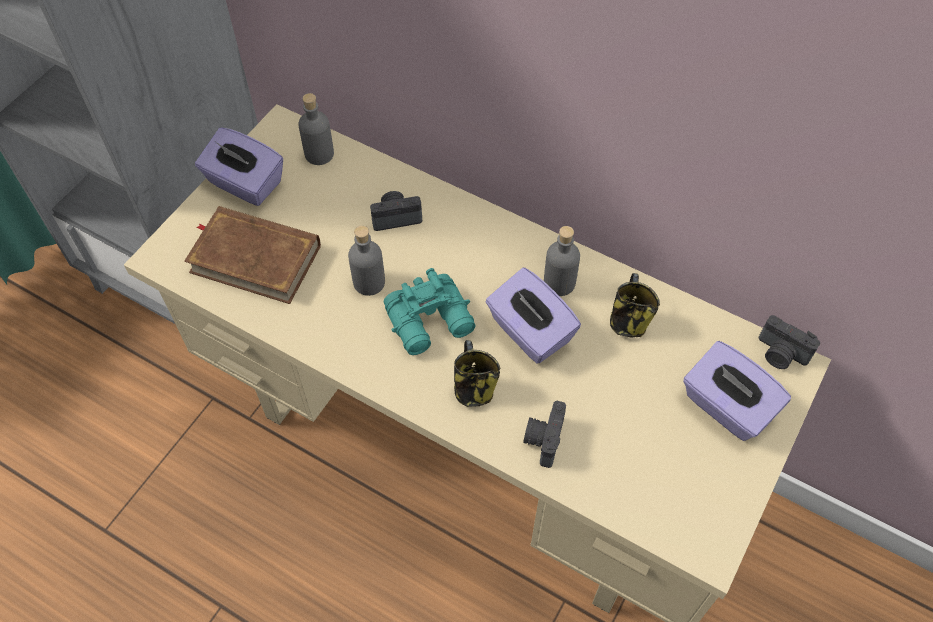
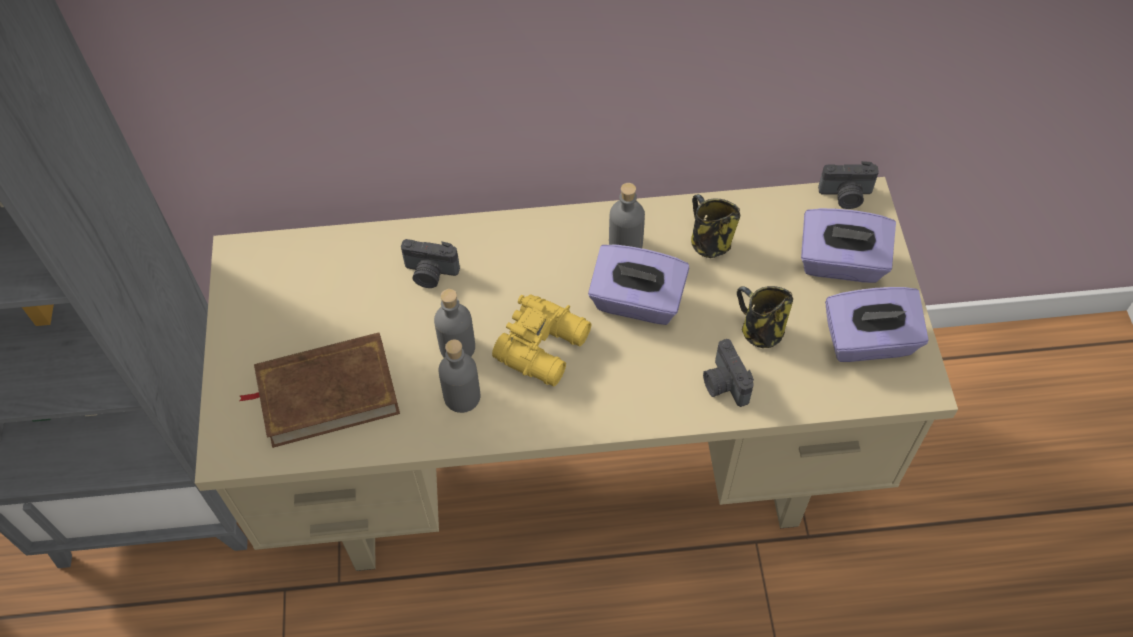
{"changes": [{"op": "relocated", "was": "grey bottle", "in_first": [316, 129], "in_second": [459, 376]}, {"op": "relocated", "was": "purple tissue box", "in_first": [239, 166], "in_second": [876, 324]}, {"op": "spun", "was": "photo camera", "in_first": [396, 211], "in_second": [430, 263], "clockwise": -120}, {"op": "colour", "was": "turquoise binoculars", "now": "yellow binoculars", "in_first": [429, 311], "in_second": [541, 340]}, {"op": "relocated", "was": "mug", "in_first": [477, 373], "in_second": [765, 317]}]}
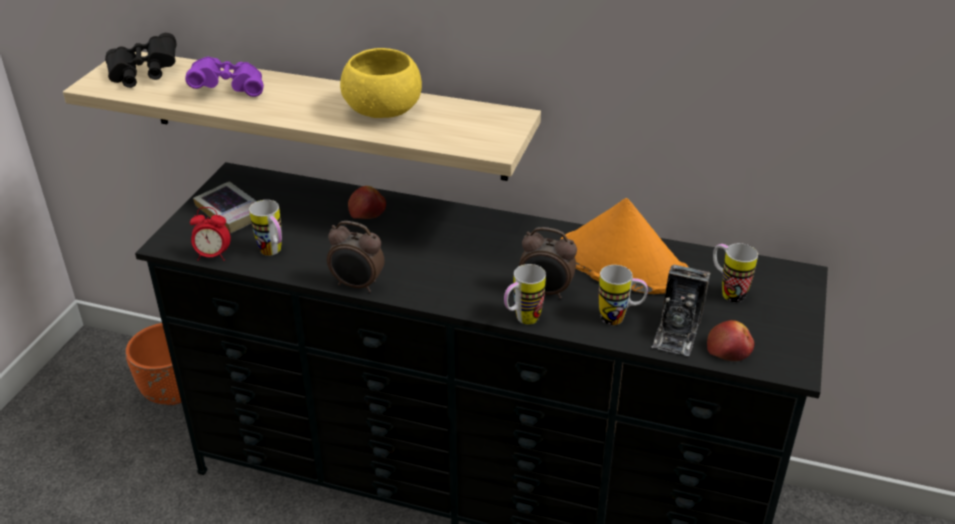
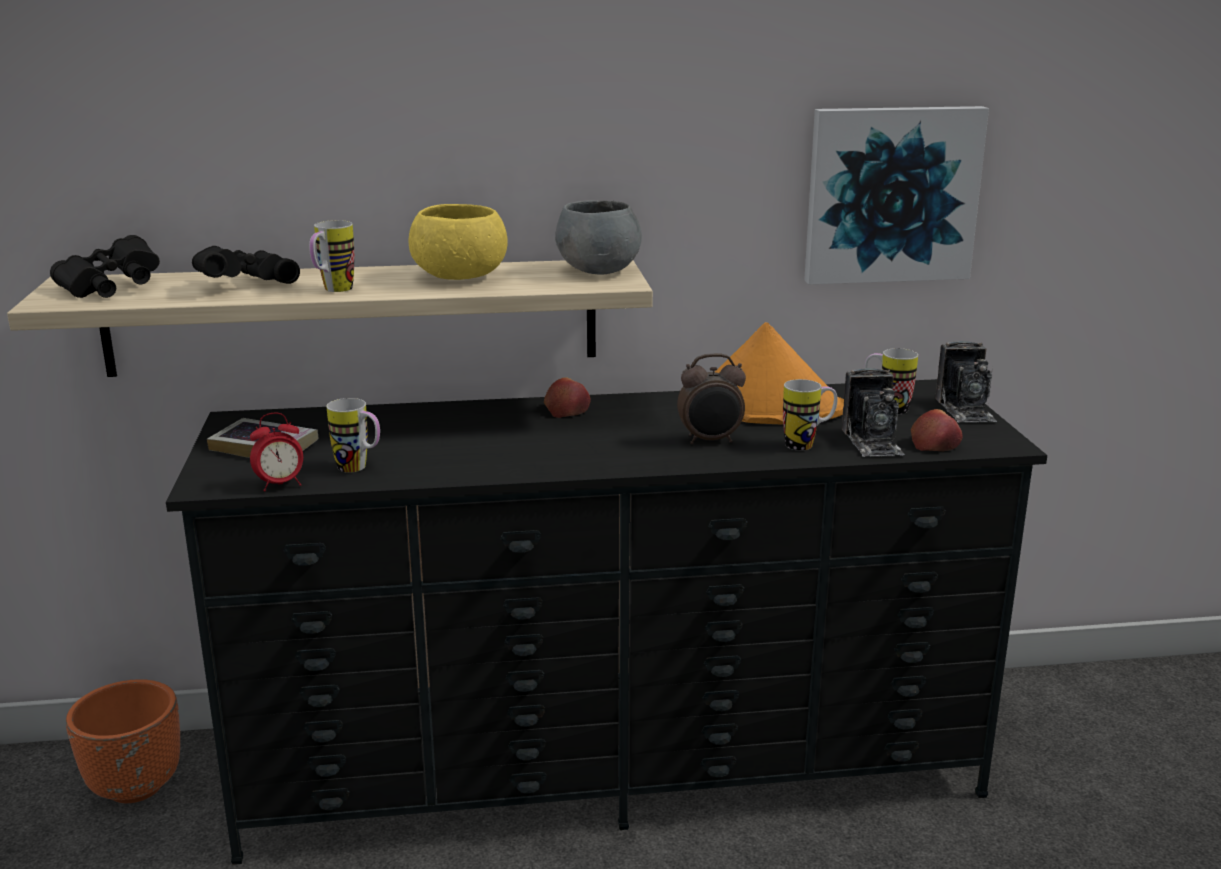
{"changes": [{"op": "colour", "was": "purple binoculars", "now": "black binoculars", "in_first": [224, 77], "in_second": [246, 265]}, {"op": "relocated", "was": "apple", "in_first": [367, 202], "in_second": [567, 397]}, {"op": "missing", "was": "alarm clock", "in_first": [356, 257]}, {"op": "relocated", "was": "mug", "in_first": [525, 294], "in_second": [331, 256]}, {"op": "appeared", "now": "picture", "in_second": [896, 195]}, {"op": "appeared", "now": "grey bowl", "in_second": [598, 237]}, {"op": "appeared", "now": "photo camera", "in_second": [966, 382]}]}
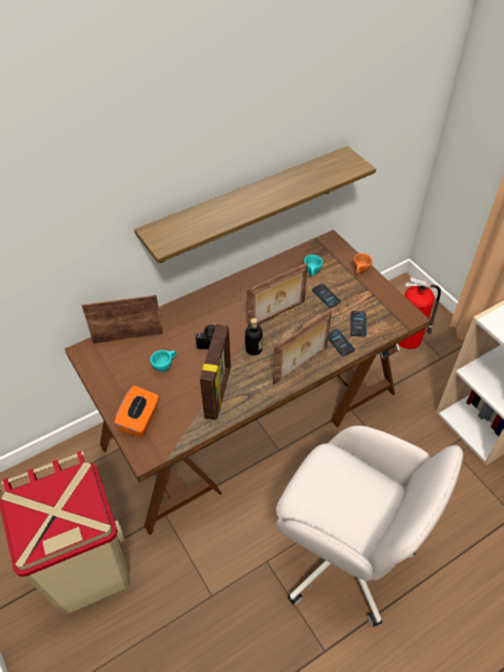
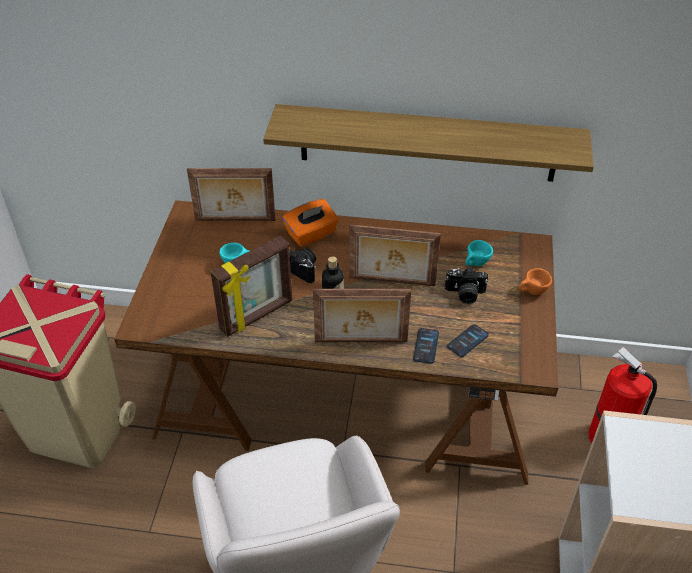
{"changes": [{"op": "exchanged", "was": "phone", "now": "photo camera", "in_first": [326, 296], "in_second": [466, 285]}, {"op": "spun", "was": "picture frame", "in_first": [122, 319], "in_second": [231, 194], "clockwise": 150}, {"op": "relocated", "was": "orange tissue box", "in_first": [136, 411], "in_second": [310, 223]}]}
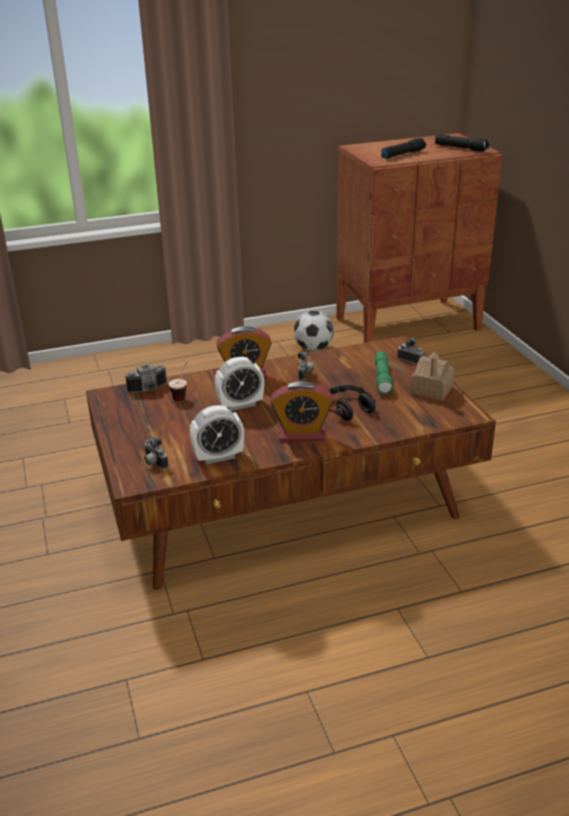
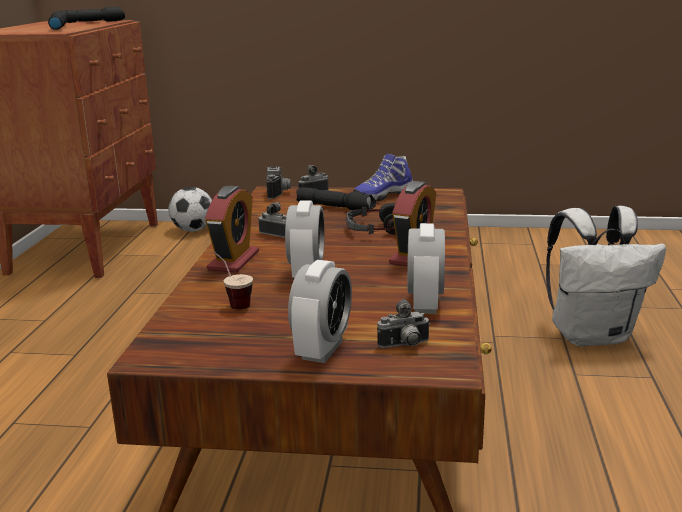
{"changes": [{"op": "relocated", "was": "football", "in_first": [314, 331], "in_second": [190, 209]}, {"op": "colour", "was": "green flashlight", "now": "black flashlight", "in_first": [384, 372], "in_second": [336, 198]}, {"op": "exchanged", "was": "toy house", "now": "shoe", "in_first": [432, 376], "in_second": [383, 177]}, {"op": "relocated", "was": "photo camera", "in_first": [146, 378], "in_second": [278, 183]}, {"op": "appeared", "now": "white backpack", "in_second": [606, 276]}, {"op": "appeared", "now": "alarm clock", "in_second": [320, 311]}]}
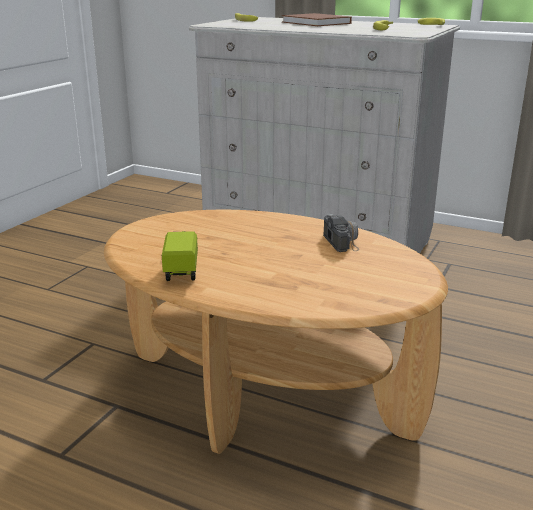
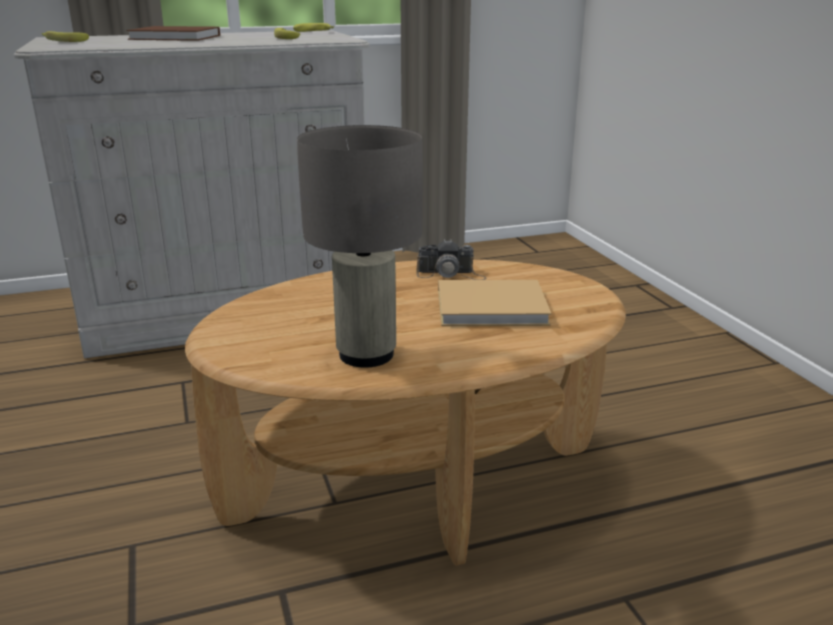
{"changes": [{"op": "spun", "was": "photo camera", "in_first": [341, 233], "in_second": [452, 259], "clockwise": 150}, {"op": "exchanged", "was": "toy truck", "now": "grey table lamp", "in_first": [180, 256], "in_second": [360, 246]}, {"op": "appeared", "now": "beige book", "in_second": [494, 303]}]}
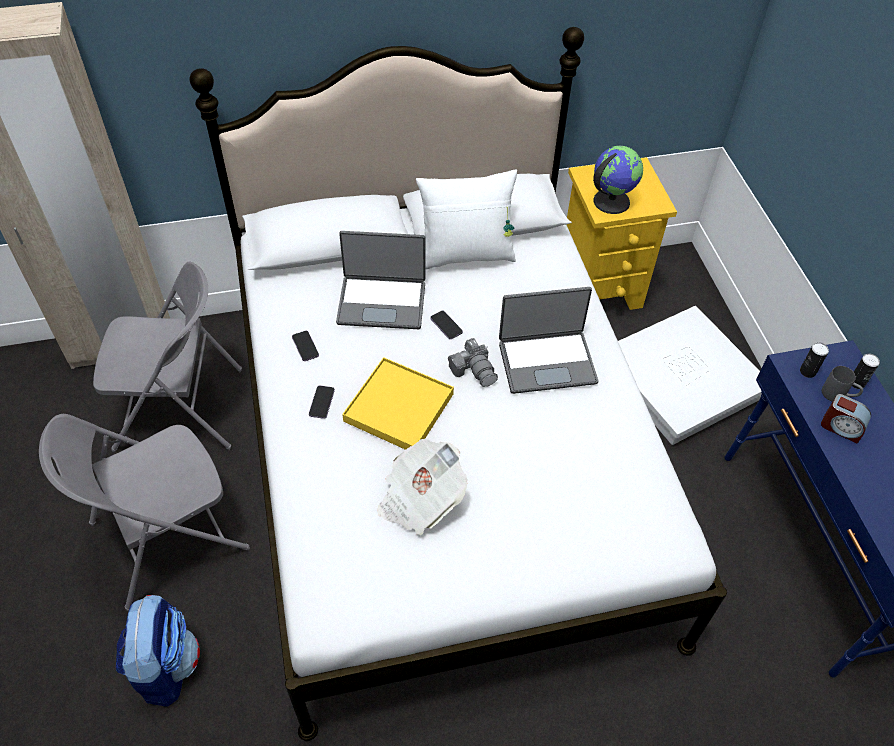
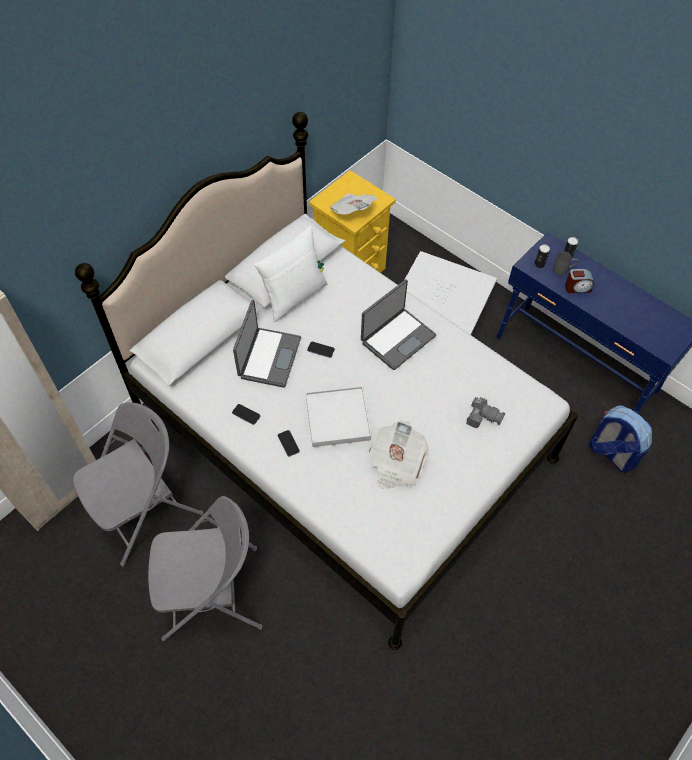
{"changes": [{"op": "exchanged", "was": "globe", "now": "newspaper", "in_first": [618, 180], "in_second": [353, 204]}, {"op": "spun", "was": "laptop", "in_first": [380, 280], "in_second": [267, 344], "clockwise": -45}, {"op": "relocated", "was": "photo camera", "in_first": [473, 362], "in_second": [485, 412]}, {"op": "colour", "was": "yellow tray", "now": "white tray", "in_first": [398, 403], "in_second": [338, 416]}, {"op": "spun", "was": "grey chair", "in_first": [144, 512], "in_second": [205, 568], "clockwise": -120}, {"op": "relocated", "was": "backpack", "in_first": [158, 651], "in_second": [620, 439]}]}
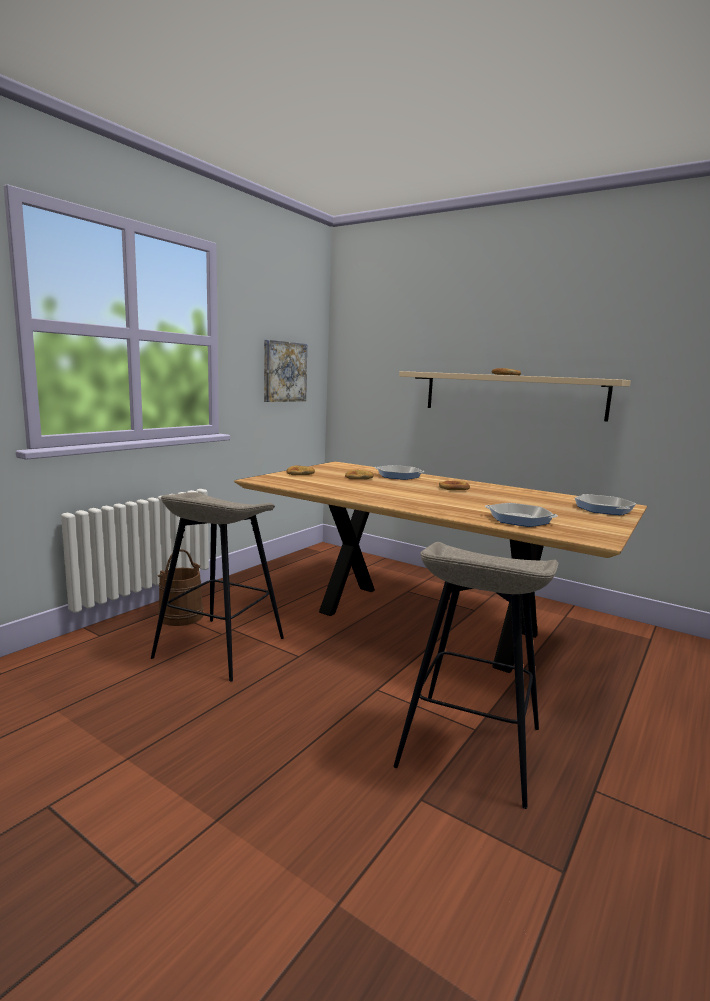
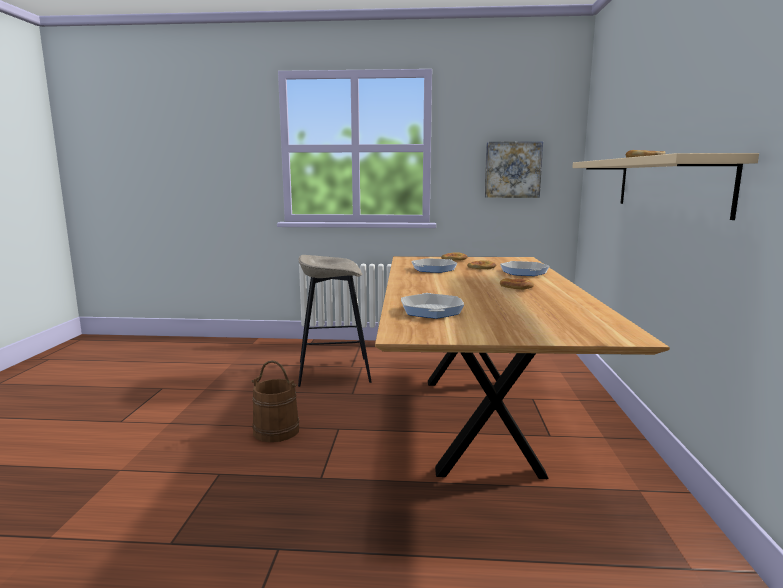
{"changes": [{"op": "relocated", "was": "frying pan", "in_first": [605, 504], "in_second": [434, 265]}, {"op": "missing", "was": "grey stool", "in_first": [476, 675]}, {"op": "relocated", "was": "brown bucket", "in_first": [181, 587], "in_second": [275, 401]}]}
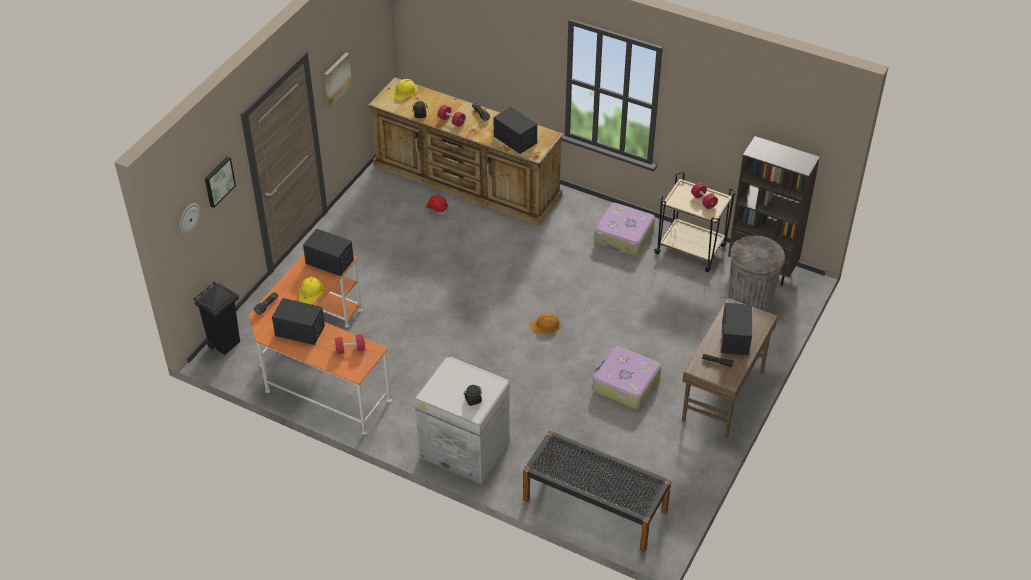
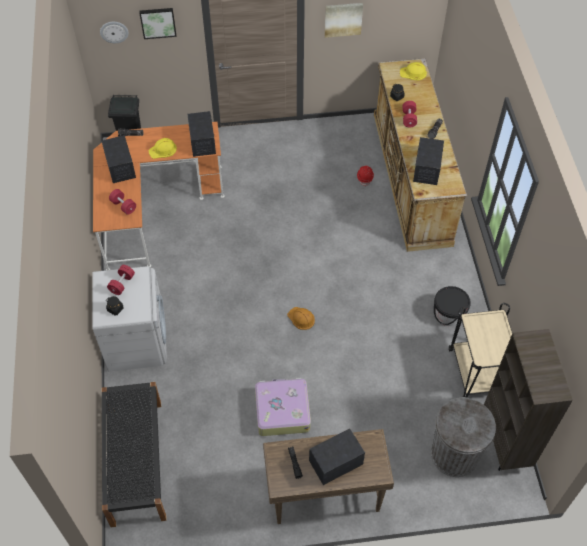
{"changes": [{"op": "relocated", "was": "red dumbbell", "in_first": [704, 195], "in_second": [121, 280]}, {"op": "exchanged", "was": "suitcase", "now": "black bucket", "in_first": [624, 229], "in_second": [452, 306]}]}
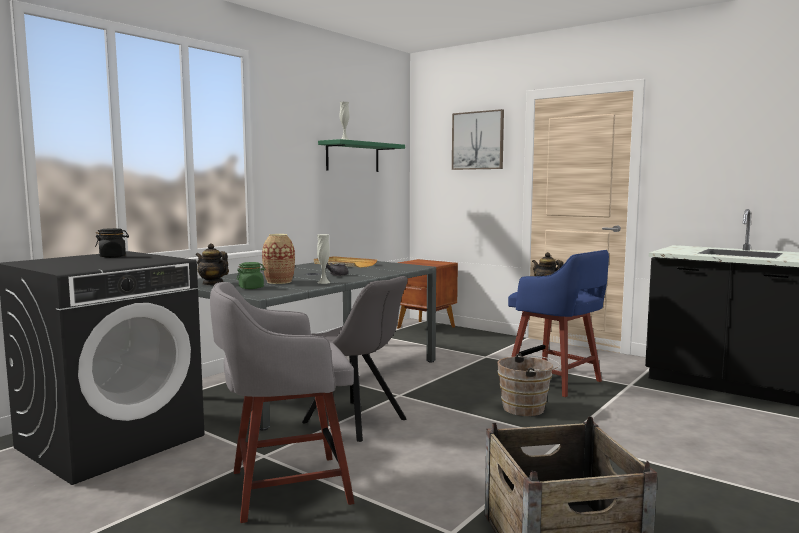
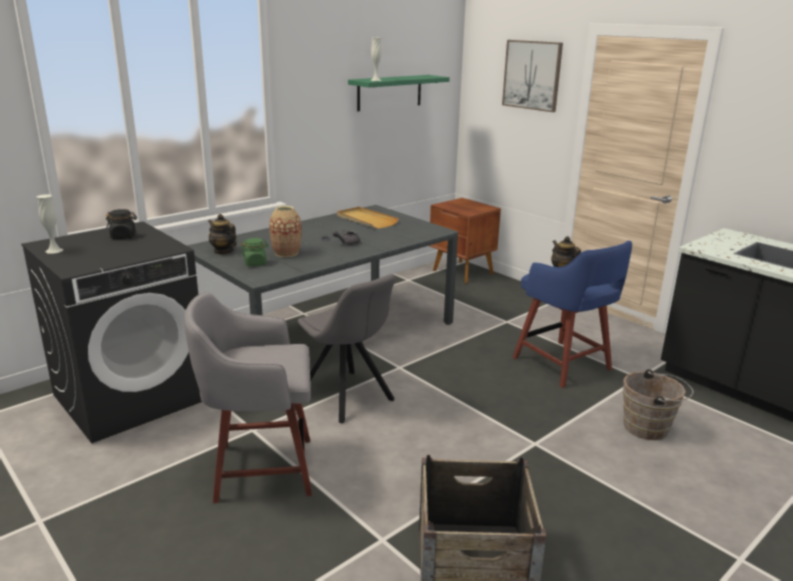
{"changes": [{"op": "relocated", "was": "white vase", "in_first": [324, 259], "in_second": [49, 224]}, {"op": "relocated", "was": "brown bucket", "in_first": [528, 385], "in_second": [658, 404]}]}
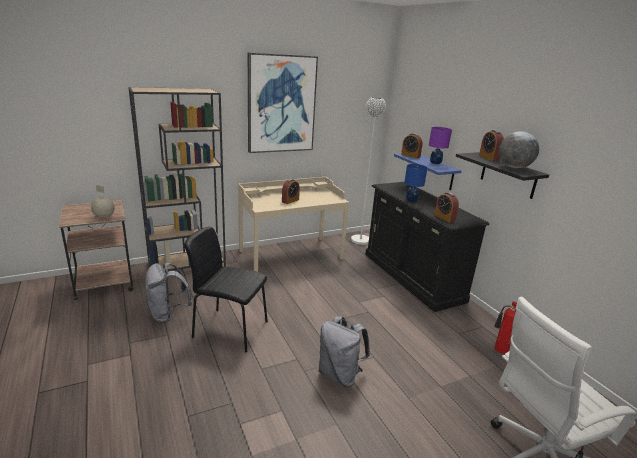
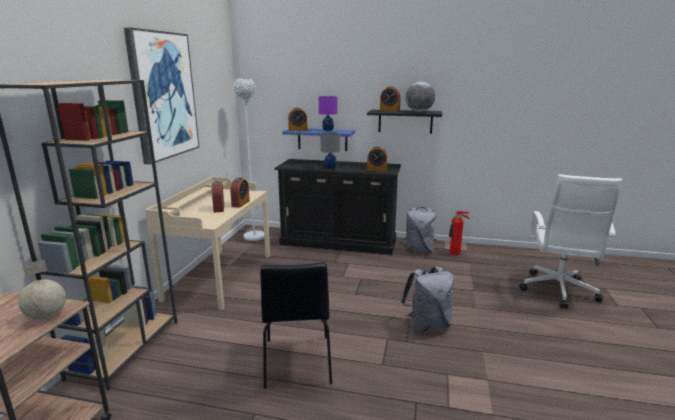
{"changes": [{"op": "colour", "was": "blue table lamp", "now": "grey table lamp", "in_first": [415, 183], "in_second": [330, 150]}, {"op": "spun", "was": "black chair", "in_first": [226, 289], "in_second": [296, 325], "clockwise": -60}, {"op": "relocated", "was": "grey backpack", "in_first": [168, 293], "in_second": [420, 230]}, {"op": "appeared", "now": "alarm clock", "in_second": [240, 192]}]}
